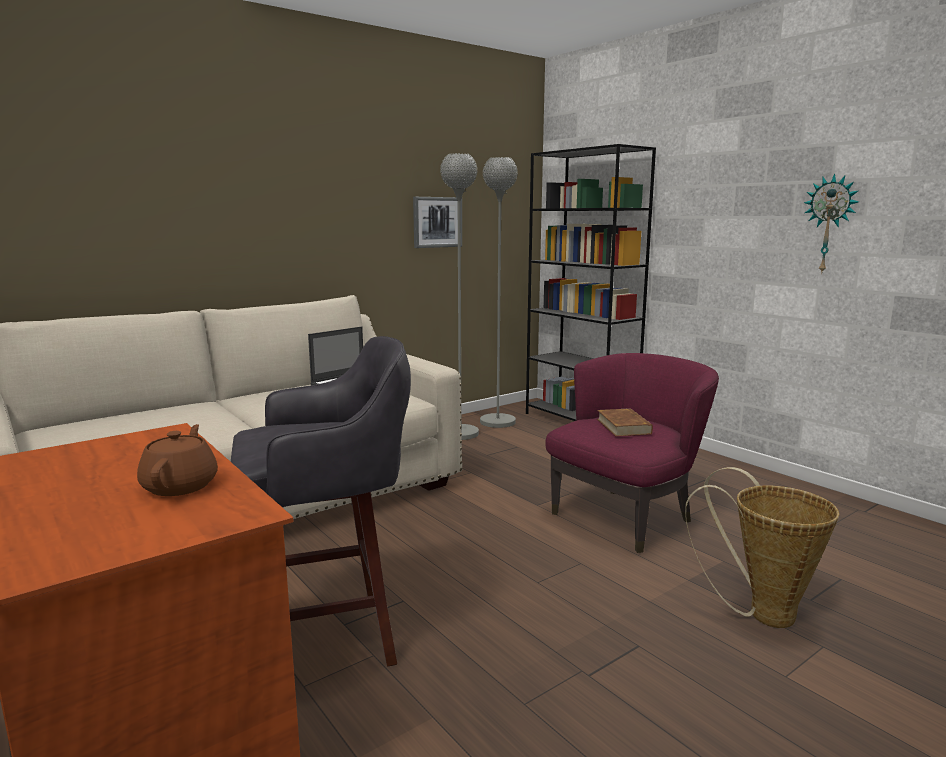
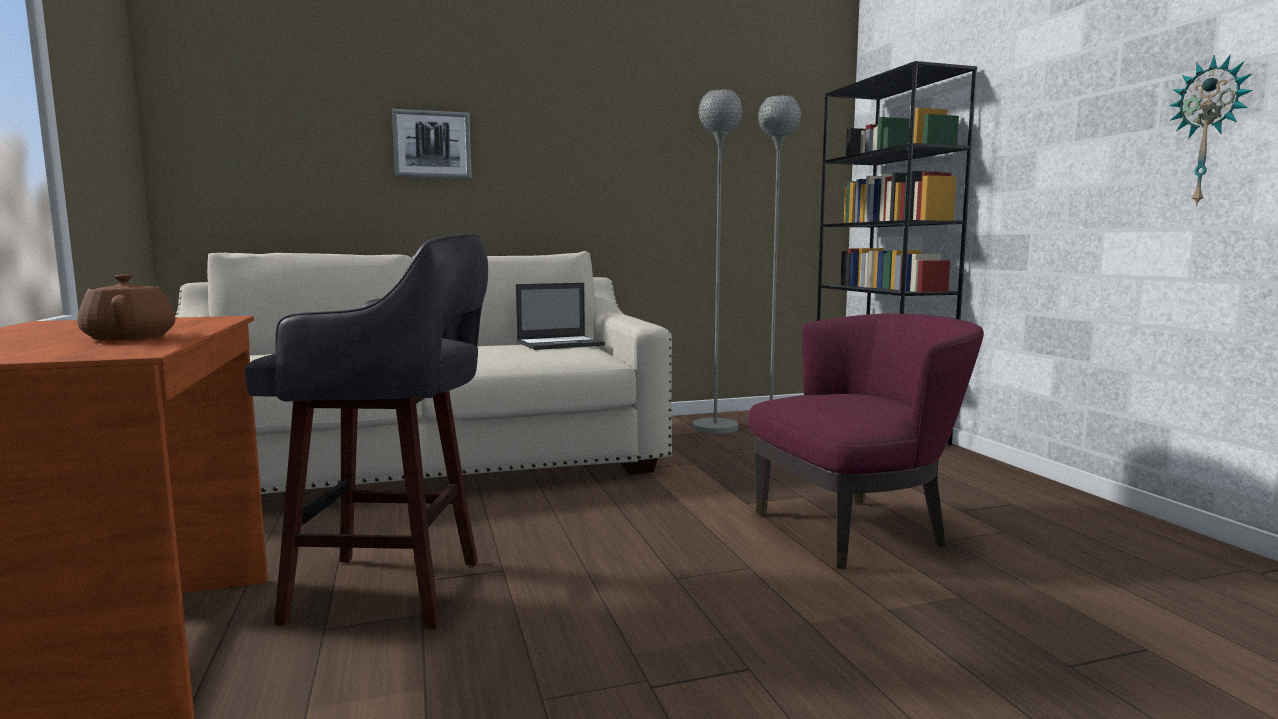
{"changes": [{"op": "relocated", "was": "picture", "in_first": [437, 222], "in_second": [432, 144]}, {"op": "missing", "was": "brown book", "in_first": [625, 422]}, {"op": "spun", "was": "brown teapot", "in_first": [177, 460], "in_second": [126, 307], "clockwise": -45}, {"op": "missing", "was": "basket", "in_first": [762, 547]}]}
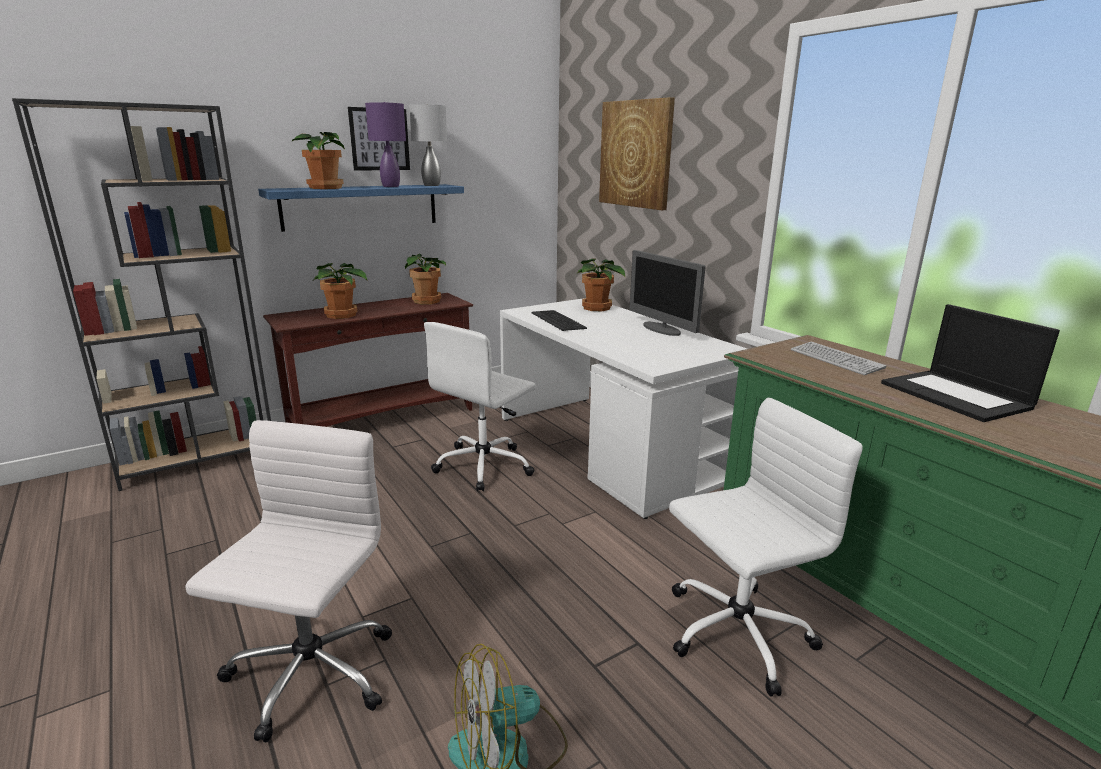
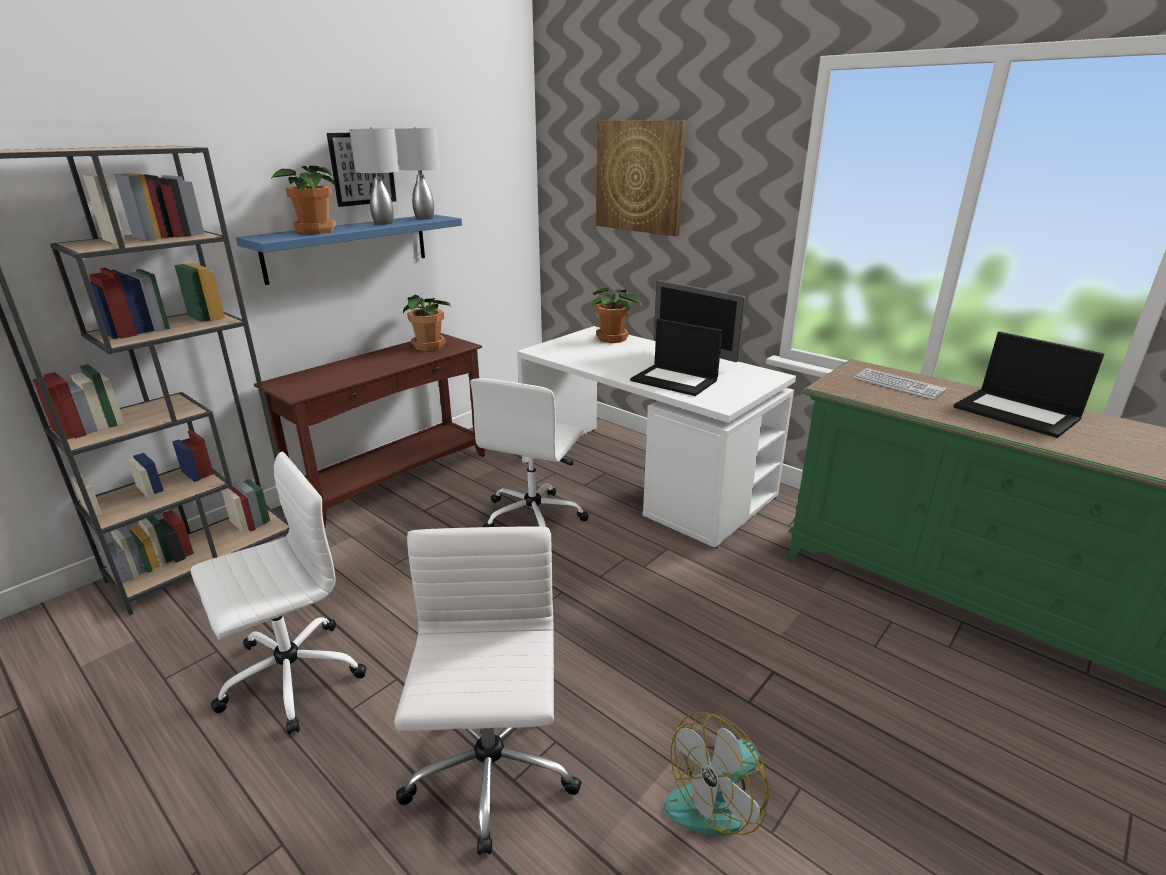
{"changes": [{"op": "colour", "was": "purple table lamp", "now": "grey table lamp", "in_first": [385, 144], "in_second": [373, 176]}, {"op": "missing", "was": "potted plant", "in_first": [341, 291]}, {"op": "missing", "was": "keyboard", "in_first": [559, 320]}, {"op": "relocated", "was": "white office chair", "in_first": [766, 547], "in_second": [279, 593]}, {"op": "appeared", "now": "laptop", "in_second": [676, 357]}]}
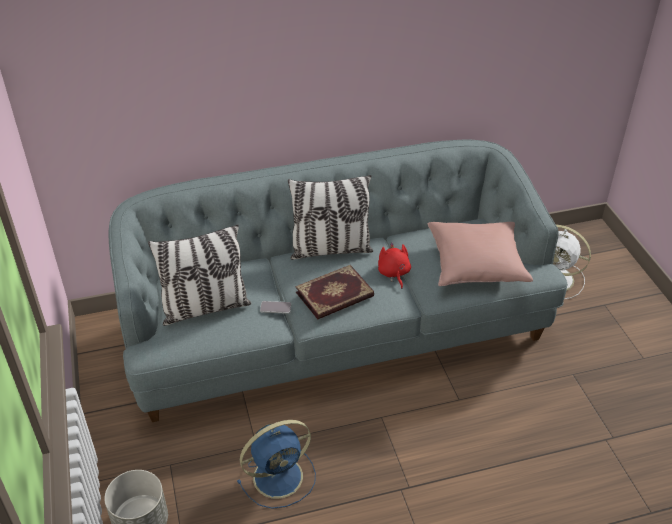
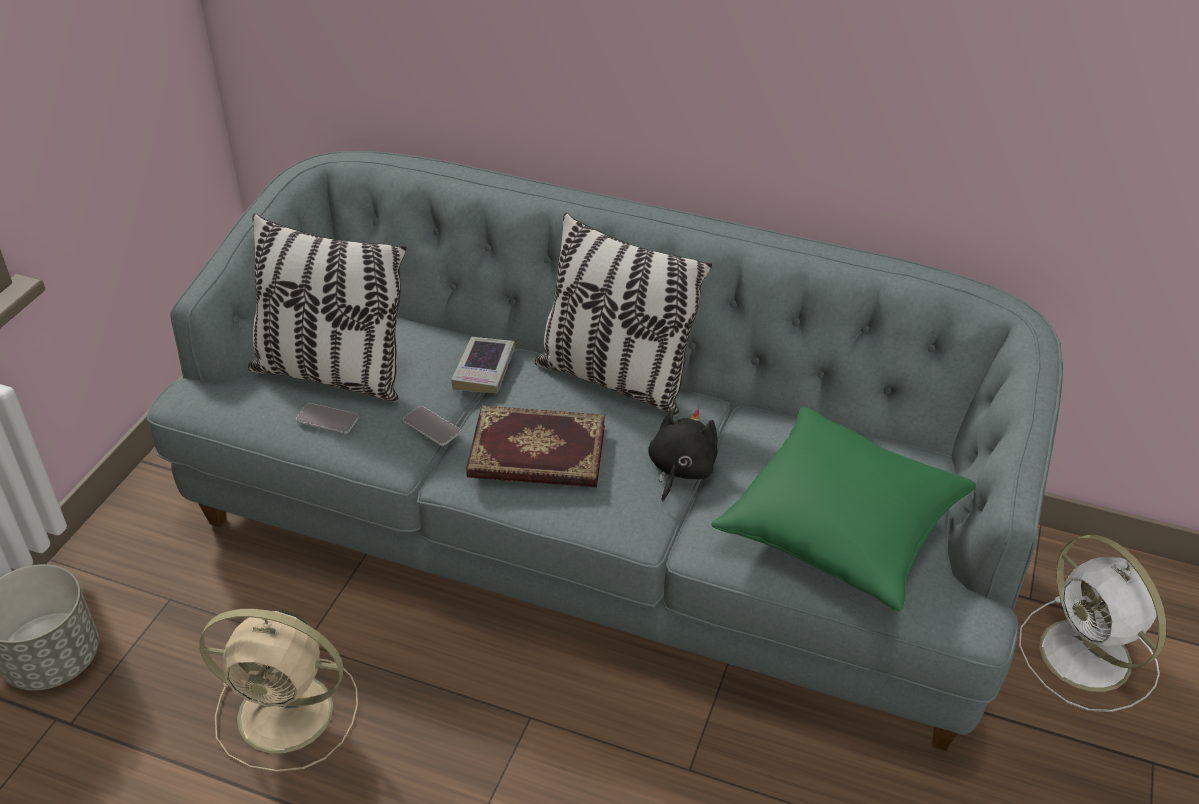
{"changes": [{"op": "colour", "was": "pink pillow", "now": "green pillow", "in_first": [480, 254], "in_second": [843, 509]}, {"op": "colour", "was": "red plush toy", "now": "black plush toy", "in_first": [394, 265], "in_second": [683, 455]}, {"op": "colour", "was": "blue fan", "now": "beige fan", "in_first": [276, 464], "in_second": [278, 690]}, {"op": "appeared", "now": "book", "in_second": [483, 365]}, {"op": "appeared", "now": "phone", "in_second": [327, 418]}]}
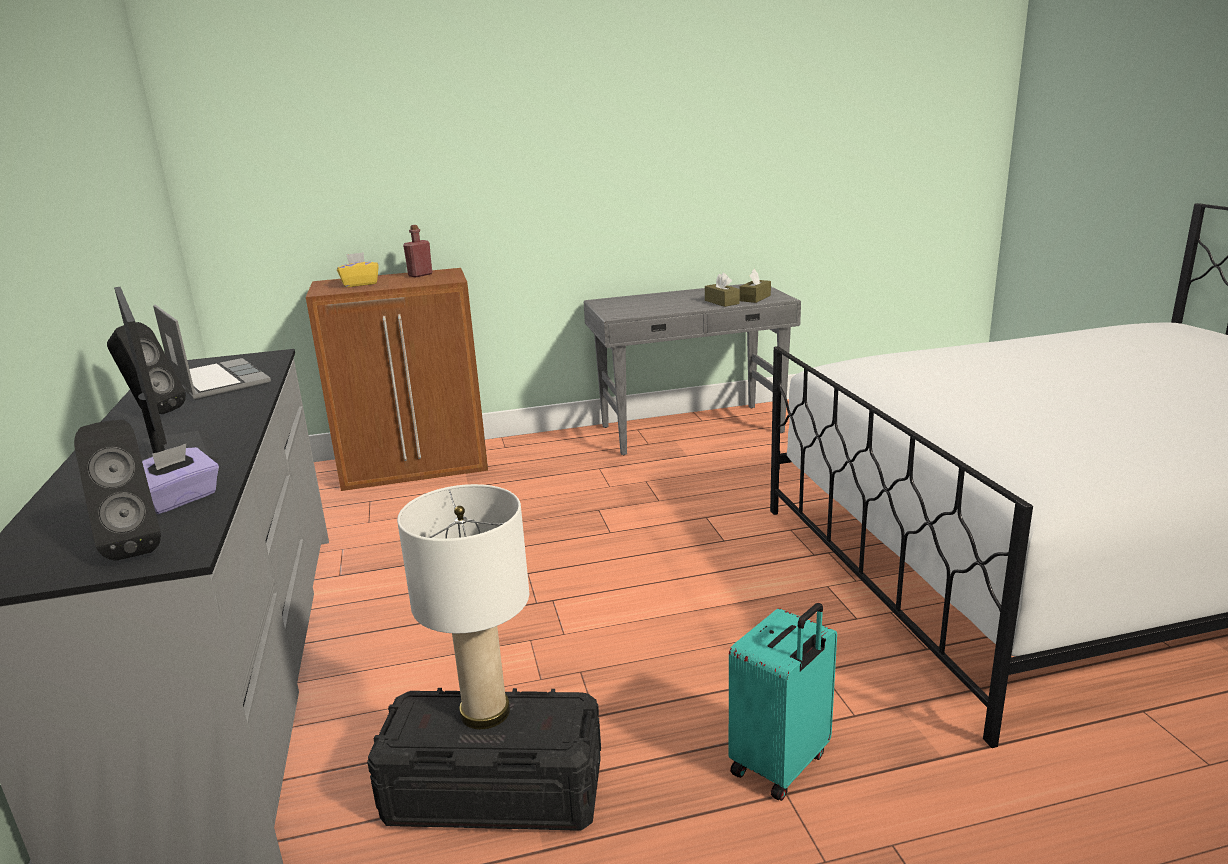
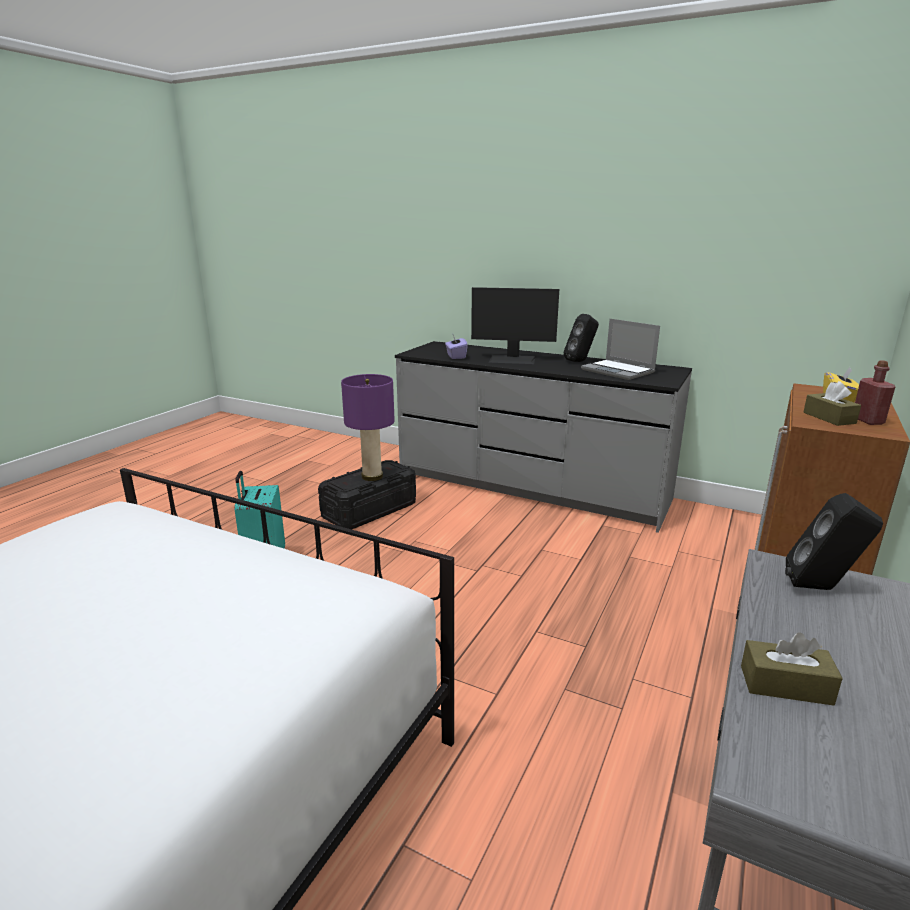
{"changes": [{"op": "relocated", "was": "brown tissue box", "in_first": [755, 286], "in_second": [832, 403]}, {"op": "spun", "was": "laptop", "in_first": [212, 352], "in_second": [620, 349], "clockwise": 45}, {"op": "relocated", "was": "black speaker", "in_first": [117, 490], "in_second": [834, 541]}, {"op": "colour", "was": "white table lamp", "now": "purple table lamp", "in_first": [463, 606], "in_second": [368, 427]}]}
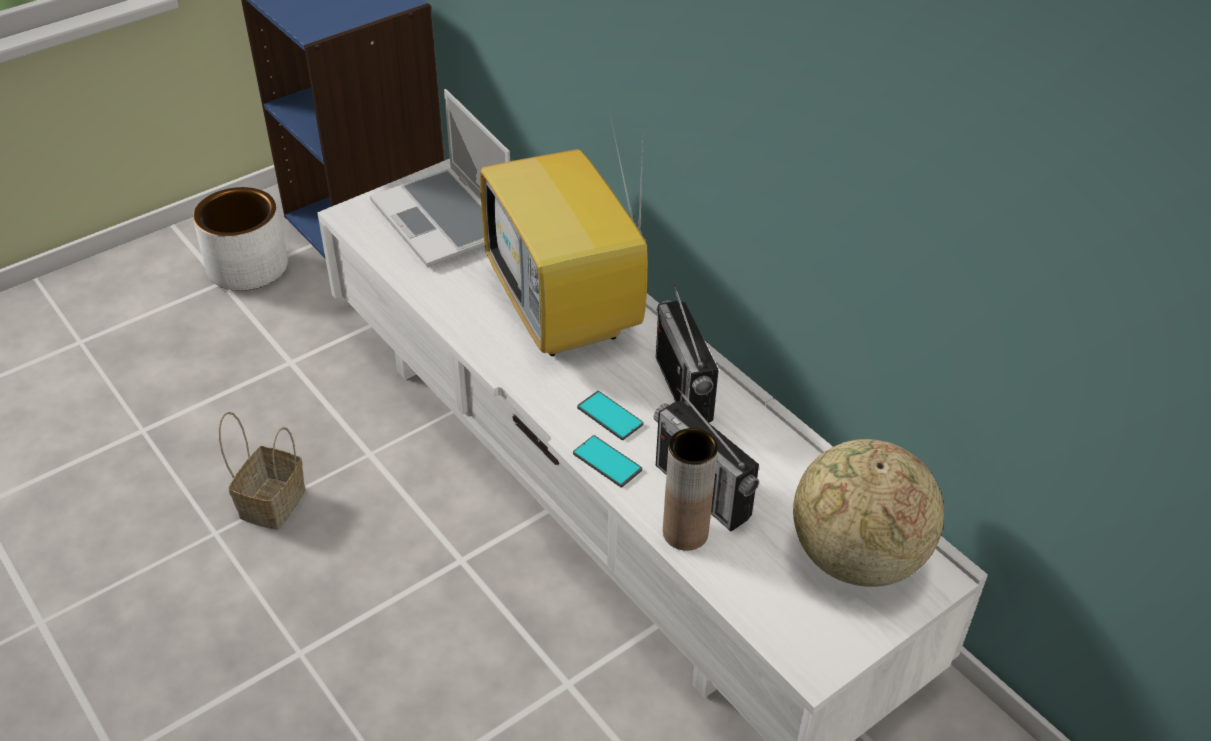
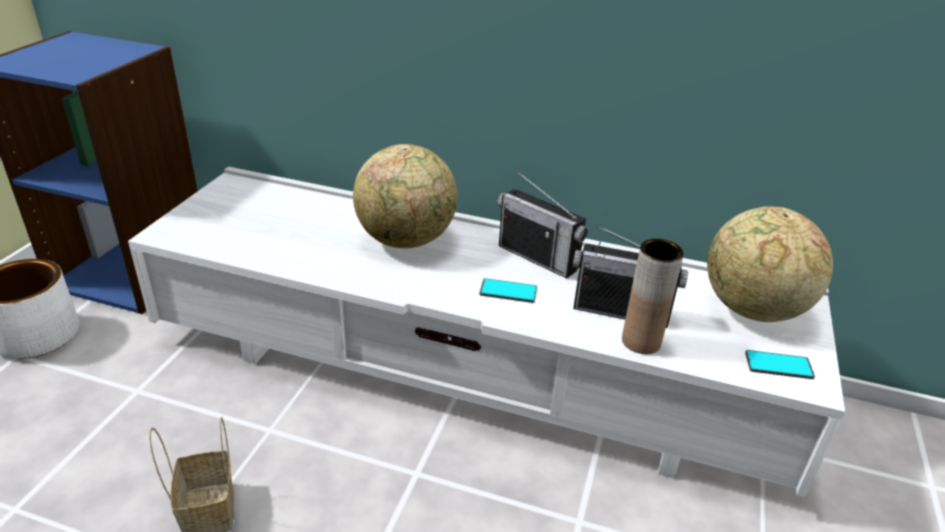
{"changes": [{"op": "missing", "was": "laptop", "in_first": [440, 178]}, {"op": "exchanged", "was": "television", "now": "globe", "in_first": [564, 233], "in_second": [405, 196]}, {"op": "relocated", "was": "phone", "in_first": [607, 461], "in_second": [780, 364]}]}
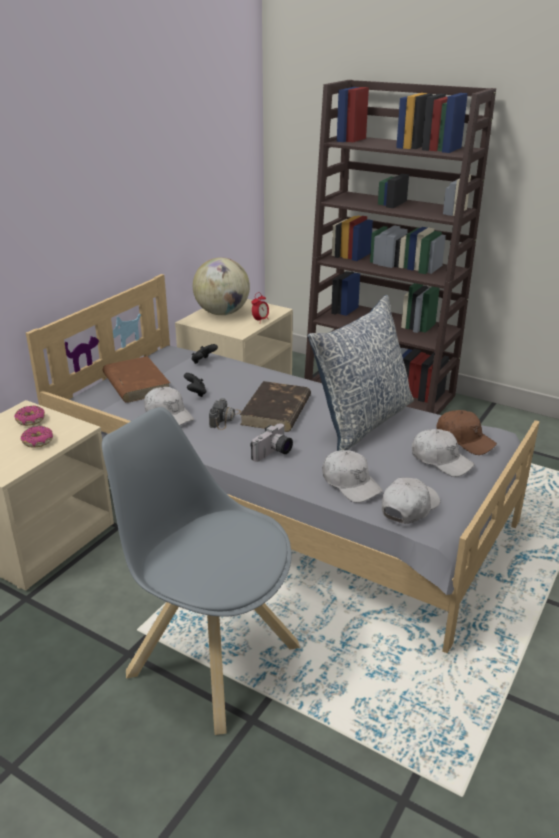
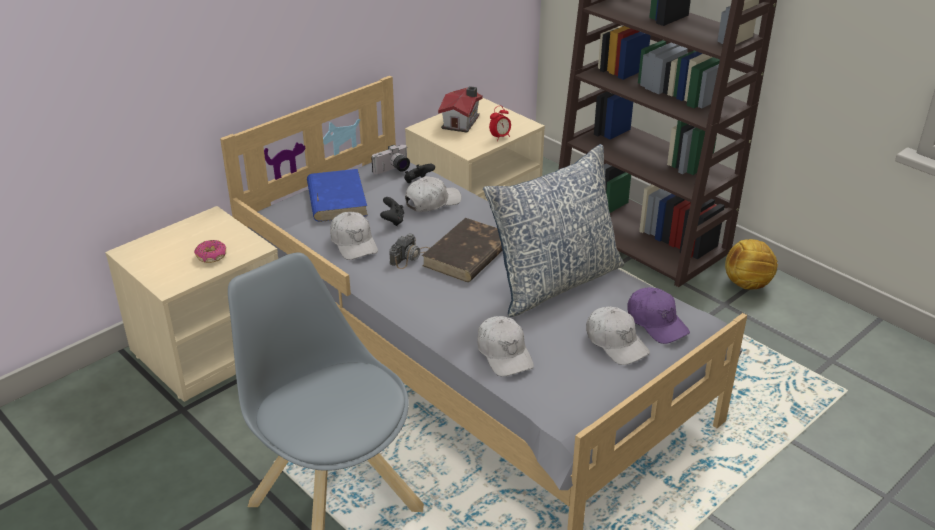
{"changes": [{"op": "exchanged", "was": "globe", "now": "toy house", "in_first": [221, 286], "in_second": [460, 109]}, {"op": "colour", "was": "brown book", "now": "blue book", "in_first": [136, 379], "in_second": [337, 195]}, {"op": "missing", "was": "donut", "in_first": [29, 416]}, {"op": "colour", "was": "brown cap", "now": "purple cap", "in_first": [467, 432], "in_second": [658, 315]}, {"op": "relocated", "was": "photo camera", "in_first": [271, 442], "in_second": [390, 159]}, {"op": "relocated", "was": "white cap", "in_first": [411, 501], "in_second": [433, 194]}, {"op": "appeared", "now": "football", "in_second": [751, 264]}]}
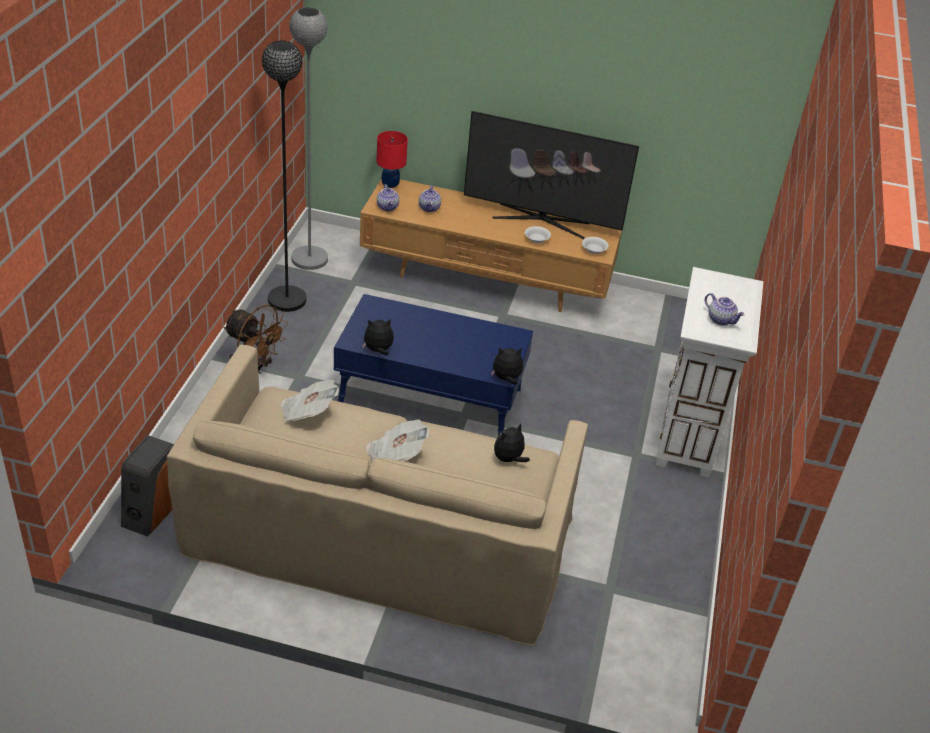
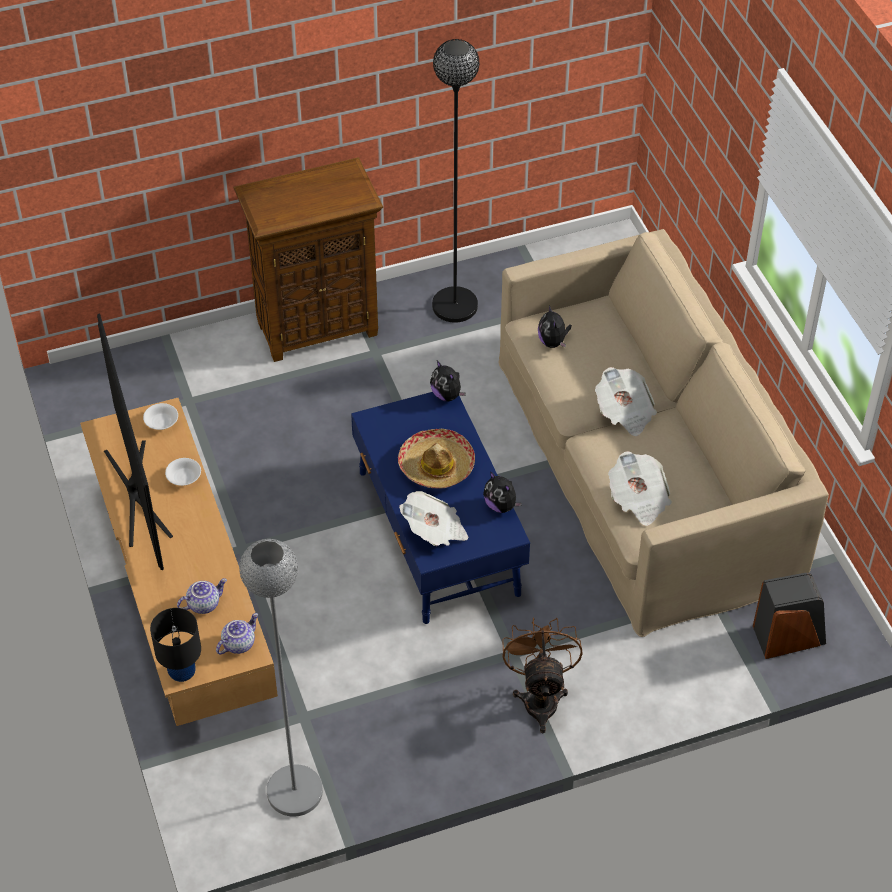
{"changes": [{"op": "relocated", "was": "black floor lamp", "in_first": [284, 176], "in_second": [456, 181]}, {"op": "colour", "was": "red table lamp", "now": "black table lamp", "in_first": [392, 159], "in_second": [175, 645]}, {"op": "colour", "was": "white cabinet", "now": "brown cabinet", "in_first": [709, 372], "in_second": [308, 259]}, {"op": "missing", "was": "teapot", "in_first": [724, 309]}, {"op": "spun", "was": "plush toy", "in_first": [512, 442], "in_second": [555, 326], "clockwise": 60}, {"op": "appeared", "now": "hat", "in_second": [436, 459]}, {"op": "appeared", "now": "newspaper", "in_second": [434, 518]}]}
